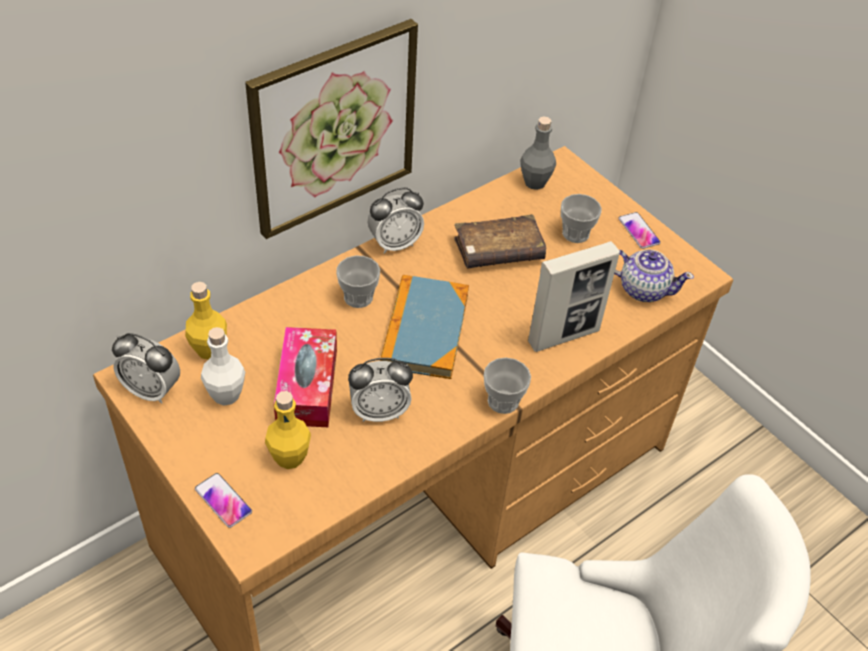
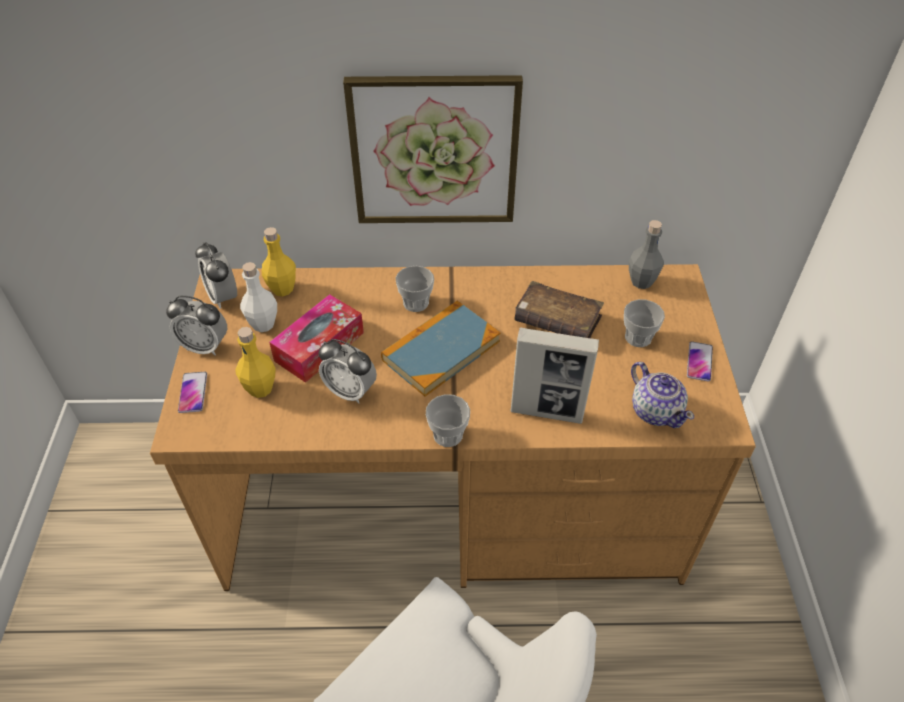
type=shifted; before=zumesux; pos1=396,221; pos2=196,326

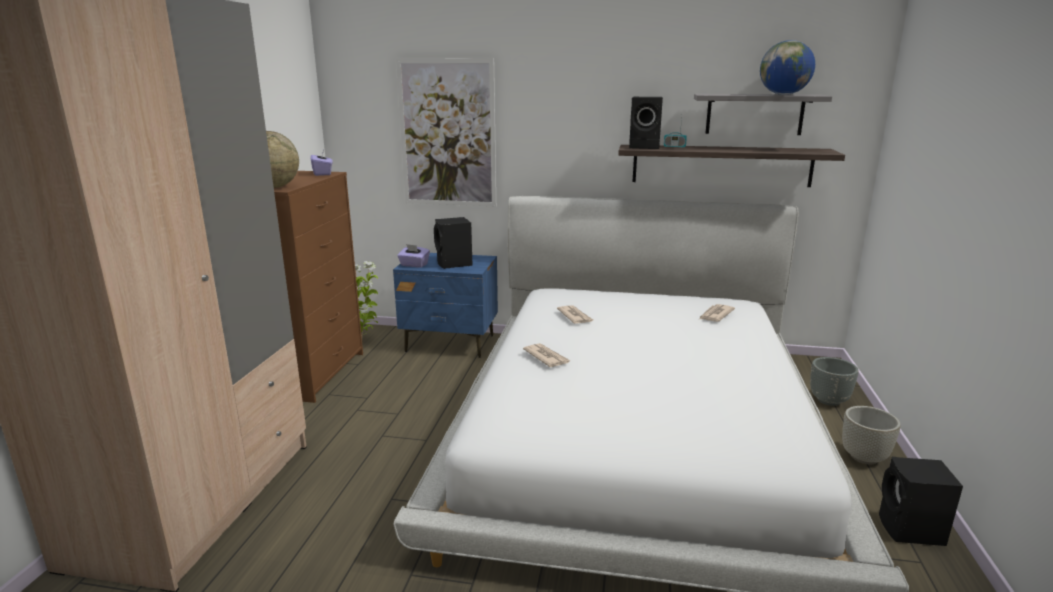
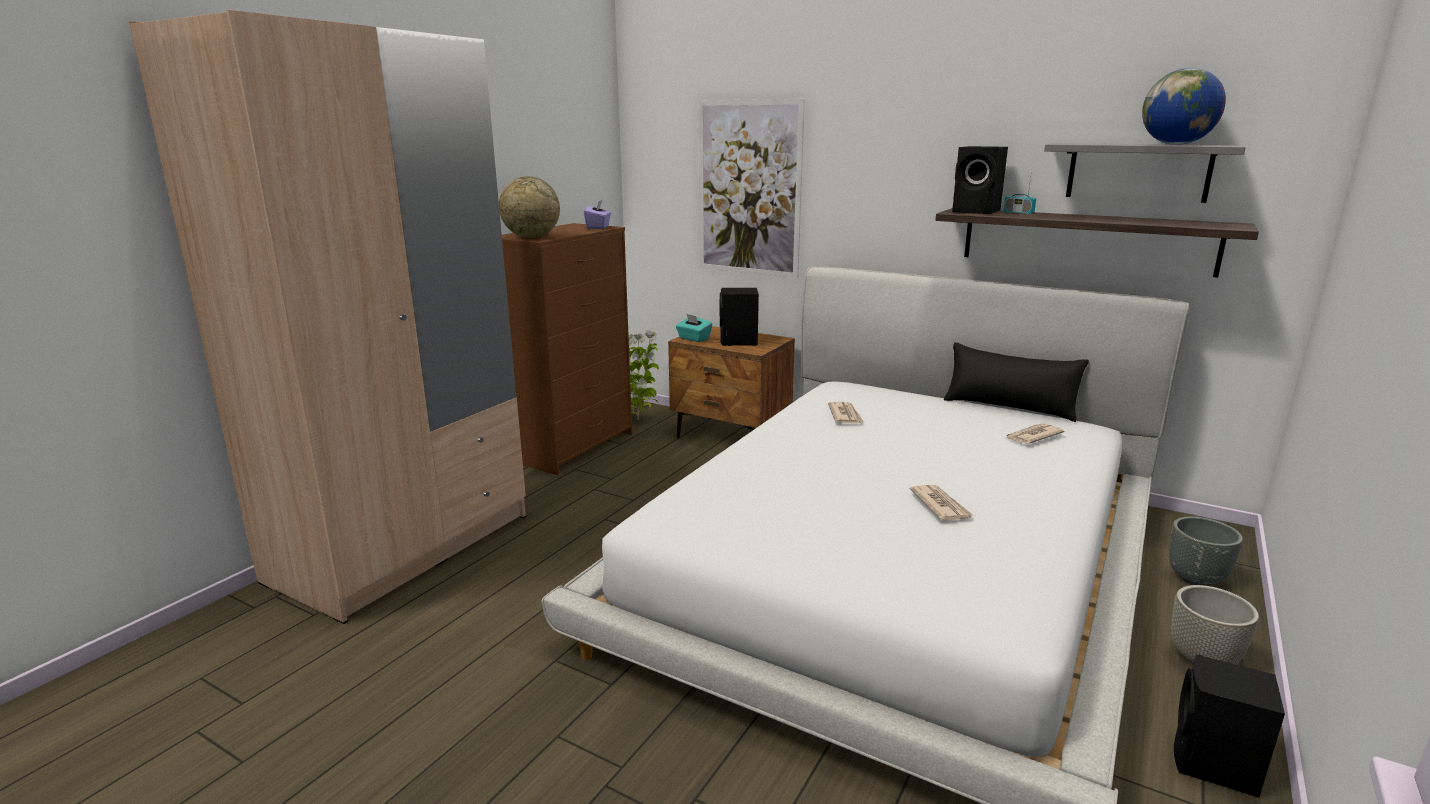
type=repainted; before=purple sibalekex; after=turquoise sibalekex; pos1=413,256; pos2=694,328
type=repainted; before=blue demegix; after=brown demegix; pos1=445,305; pos2=731,382
type=shifted; before=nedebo; pos1=547,355; pos2=942,502
type=new; after=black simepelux; pos2=1016,382

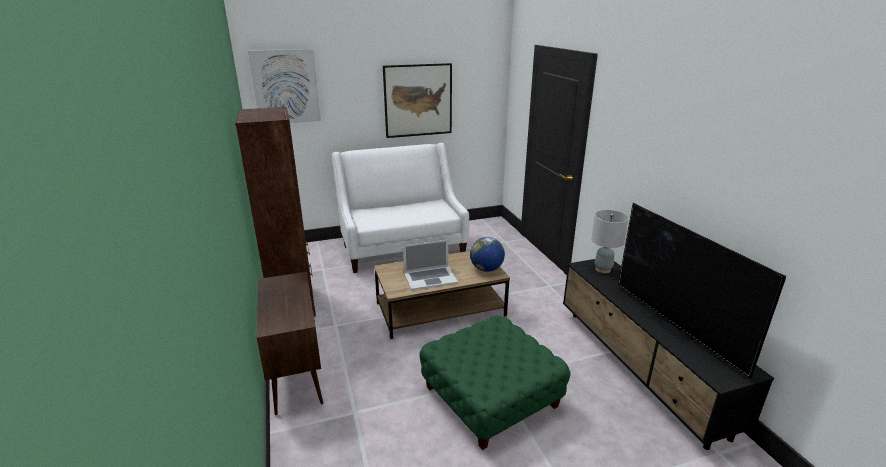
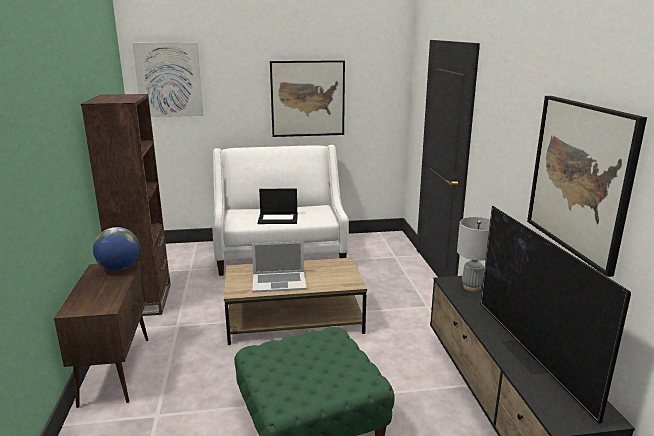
type=shifted; before=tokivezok; pos1=487,254; pos2=116,249
type=new; after=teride; pos2=587,186
type=new; after=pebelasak; pos2=278,206

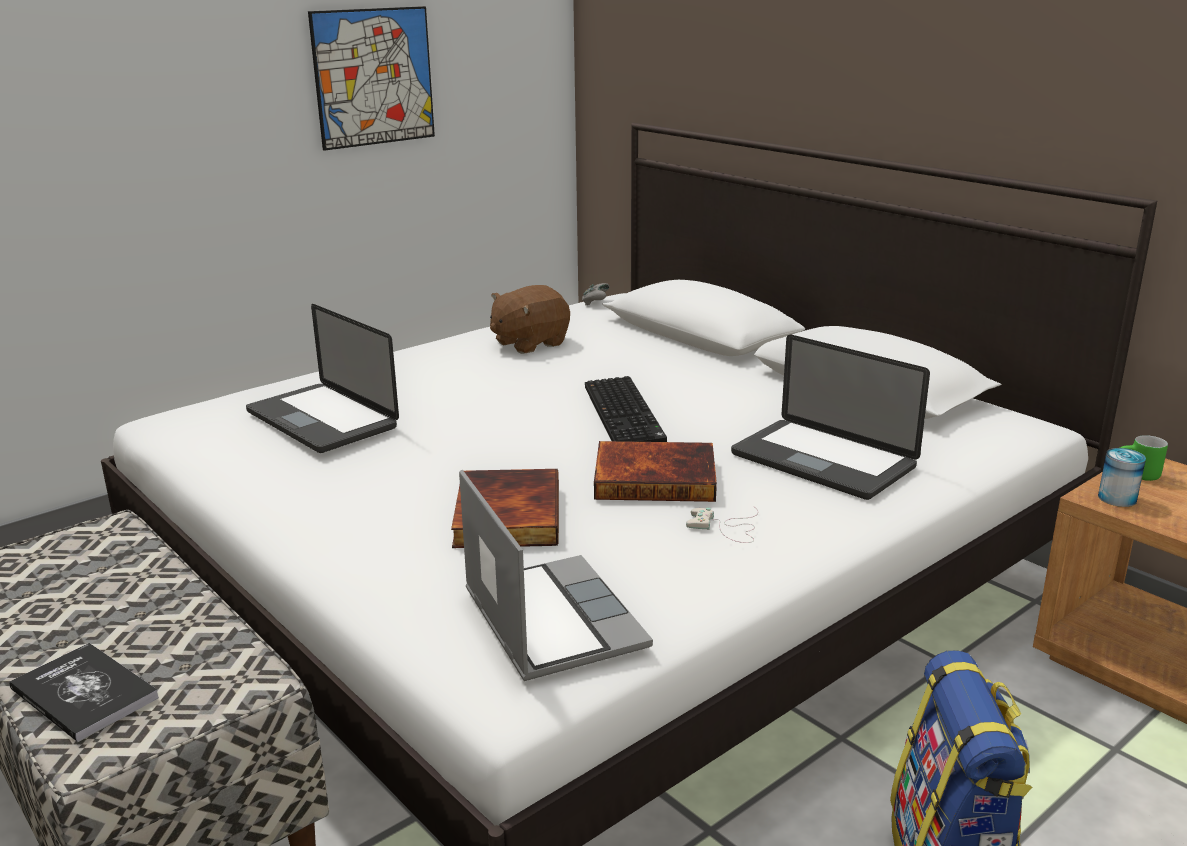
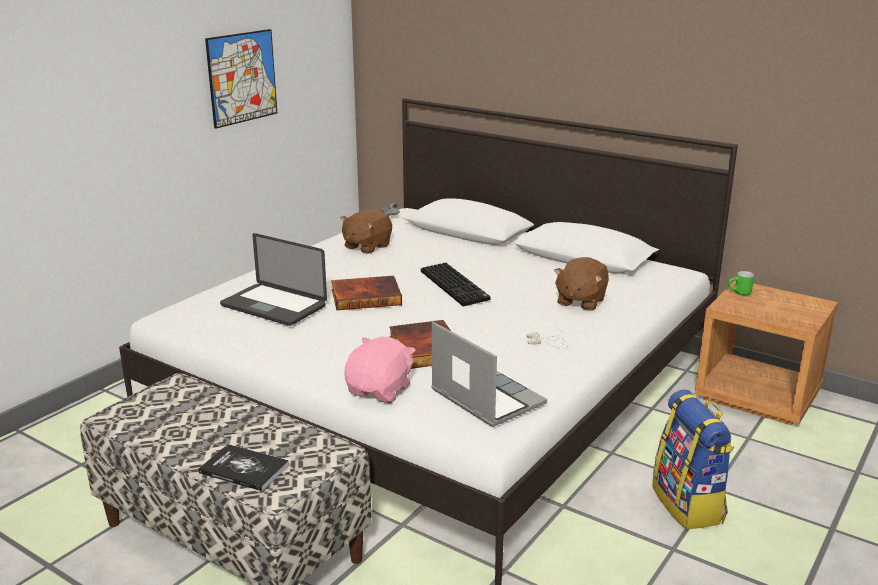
type=swapped; before=pebelasak; after=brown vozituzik; pos1=830,417; pos2=581,284
type=shifted; before=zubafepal; pos1=655,471; pos2=366,293
type=gone; before=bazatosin; pos1=1122,477
type=new; after=pink vozituzik; pos2=379,369

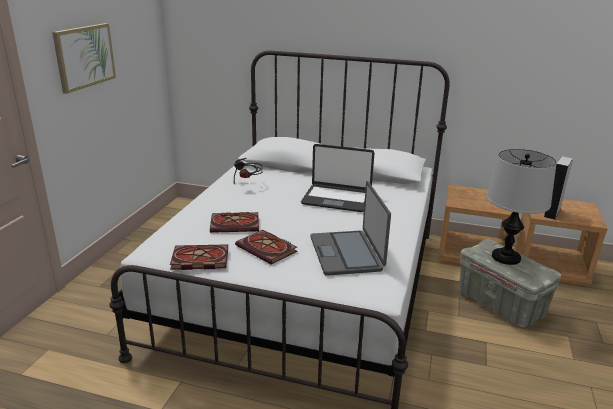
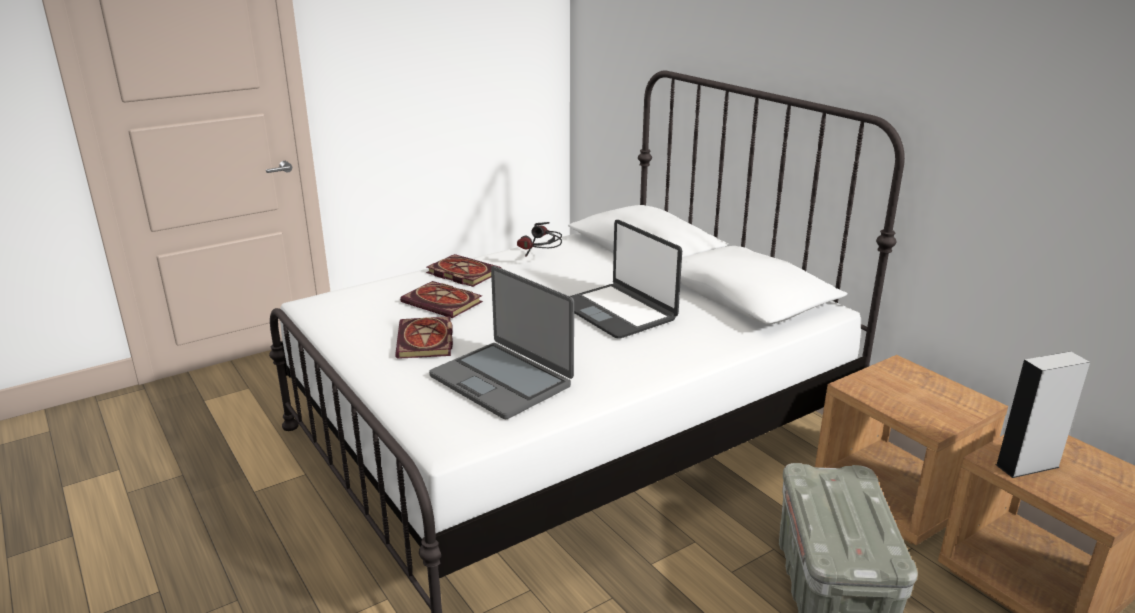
type=gone; before=teride; pos1=84,58
type=gone; before=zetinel; pos1=521,207
type=rotated; before=pebelasak; pos1=350,228; pos2=501,343; turn=-75
type=shifted; before=zubafepal; pos1=199,257; pos2=463,270

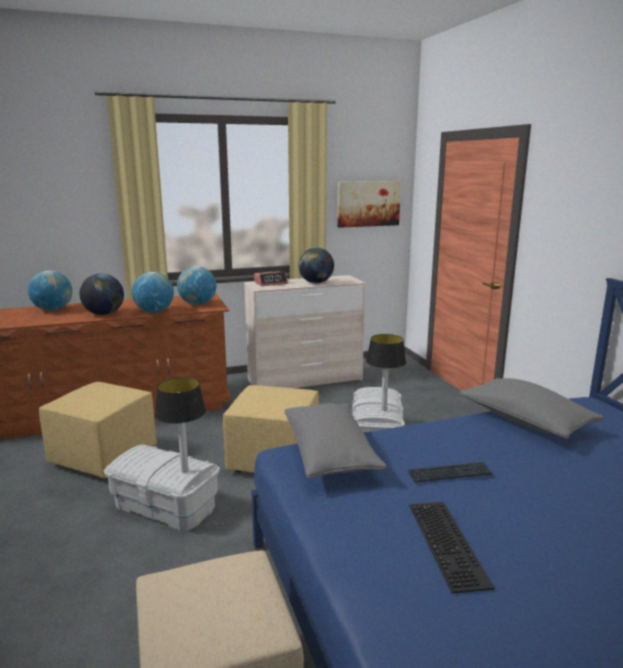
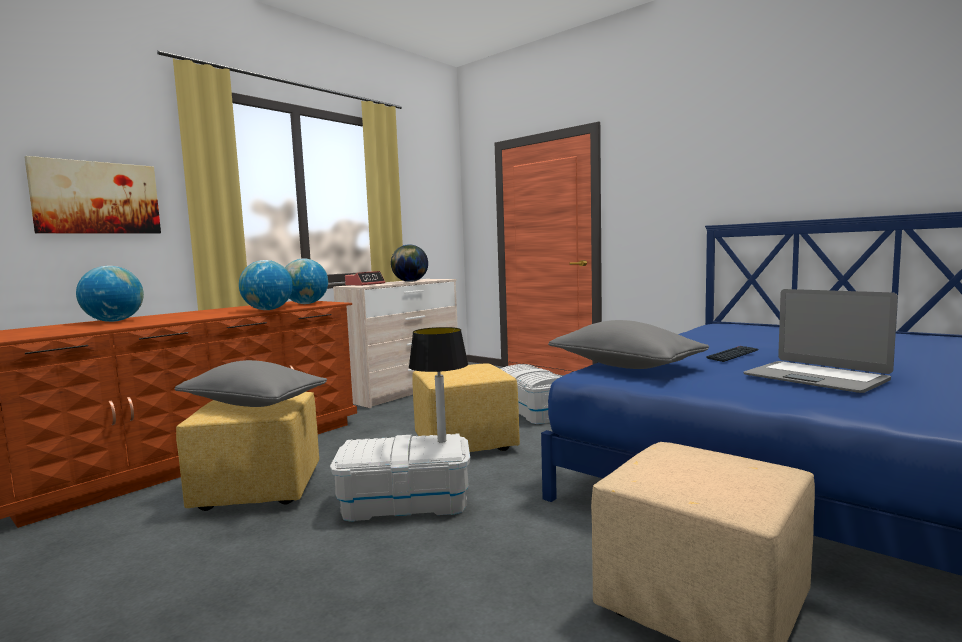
type=shifted; before=teride; pos1=369,204; pos2=92,195
type=gone; before=tokivezok; pos1=102,294
type=gone; before=zetinel; pos1=386,372
type=shifted; before=grey simepelux; pos1=531,408; pos2=250,383
type=swapped; before=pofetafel; after=pebelasak; pos1=452,548; pos2=820,341

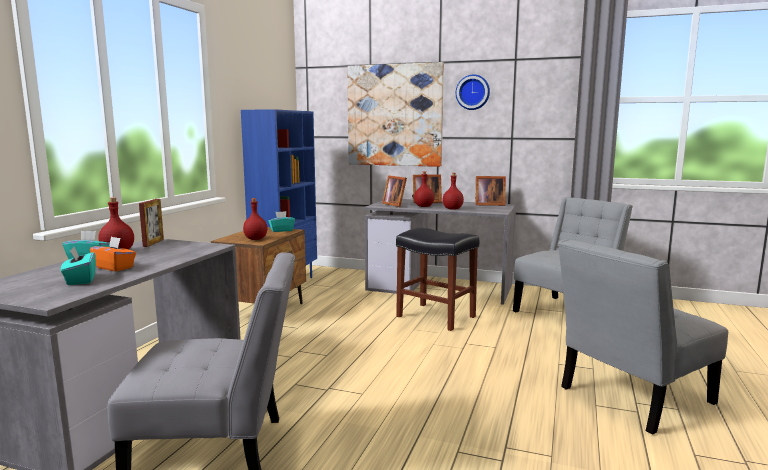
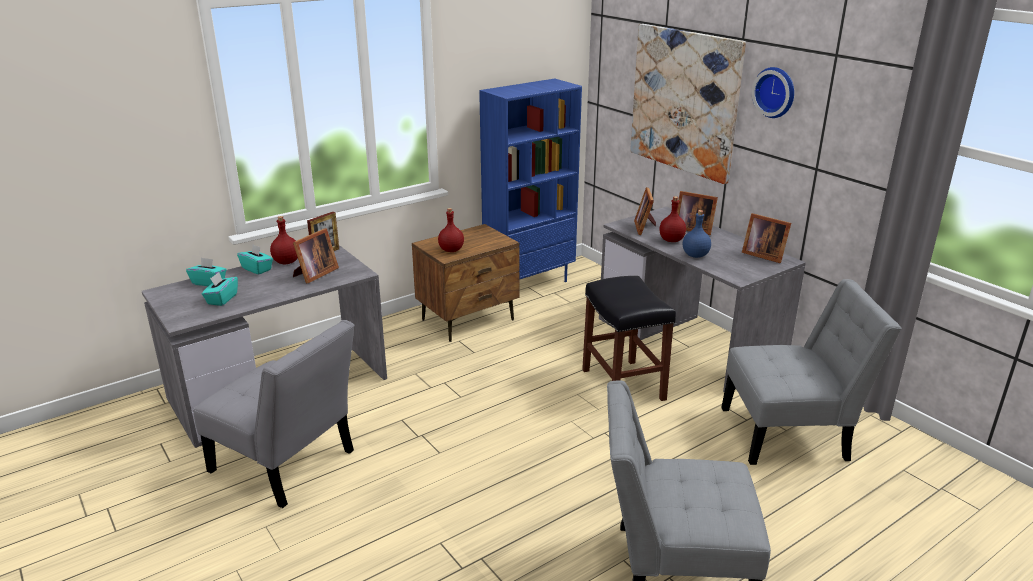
type=repainted; before=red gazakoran; after=blue gazakoran; pos1=453,191; pos2=697,234
type=shifted; before=turquoise sibalekex; pos1=281,221; pos2=206,271
type=gone; before=orange sibalekex; pos1=113,254
type=new; after=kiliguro; pos2=316,255

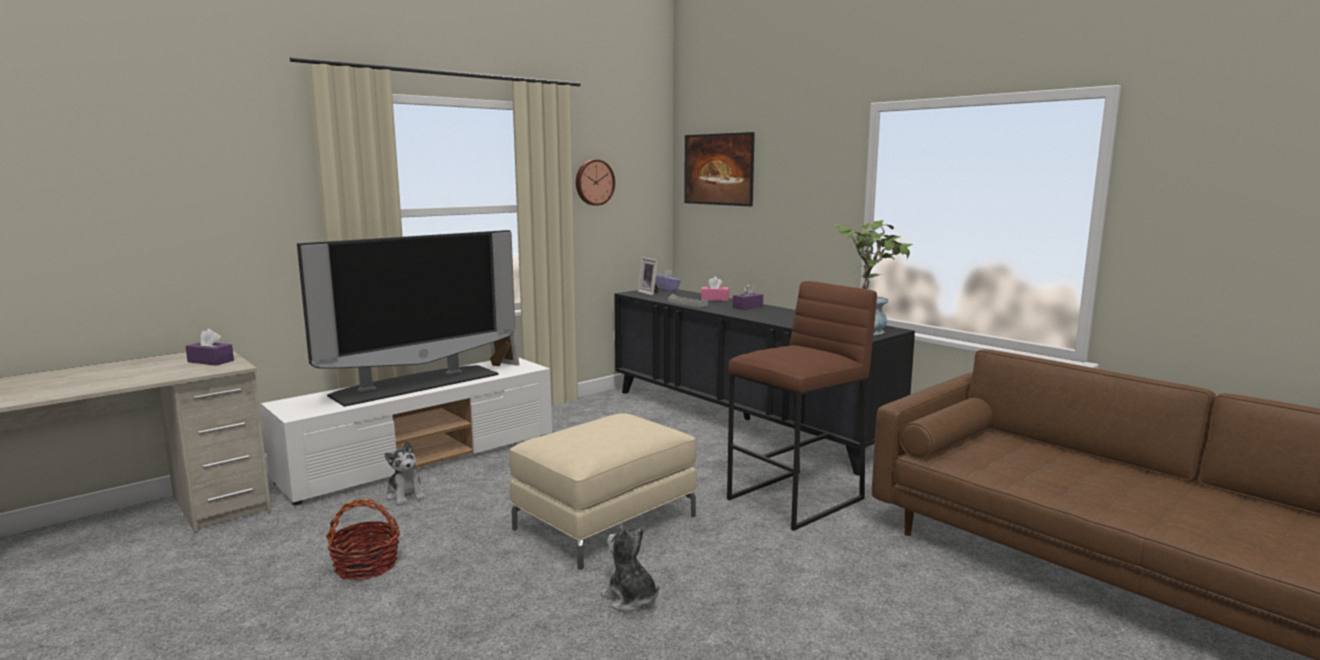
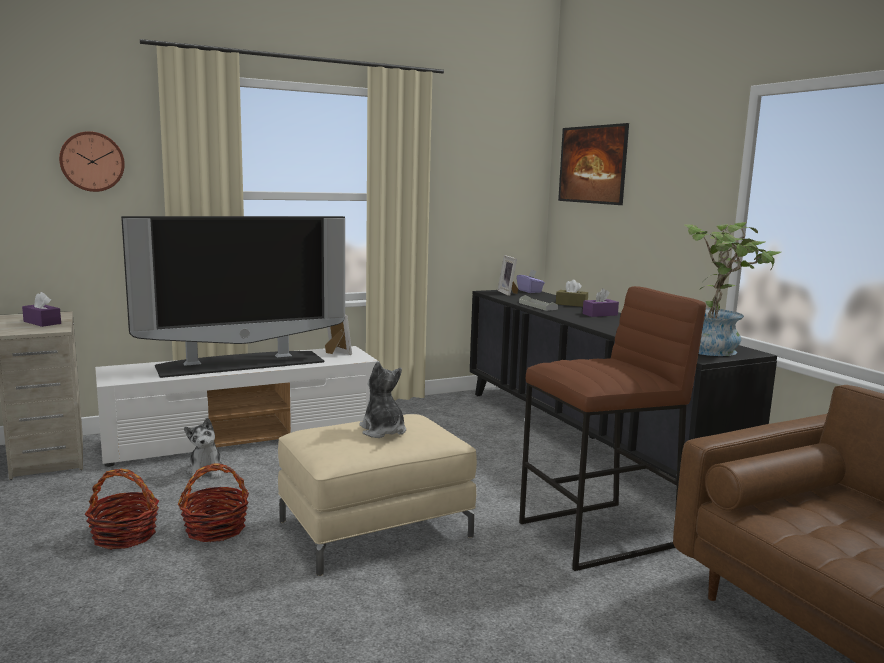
type=shifted; before=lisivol; pos1=595,183; pos2=92,161
type=repainted; before=pink sibalekex; after=brown sibalekex; pos1=715,289; pos2=572,293
type=shifted; before=vozituzik; pos1=630,569; pos2=382,399
type=new; after=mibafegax; pos2=213,503

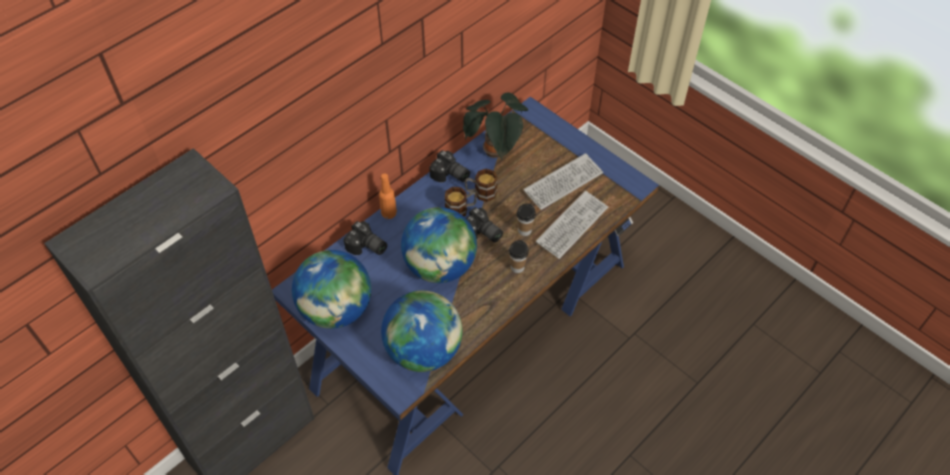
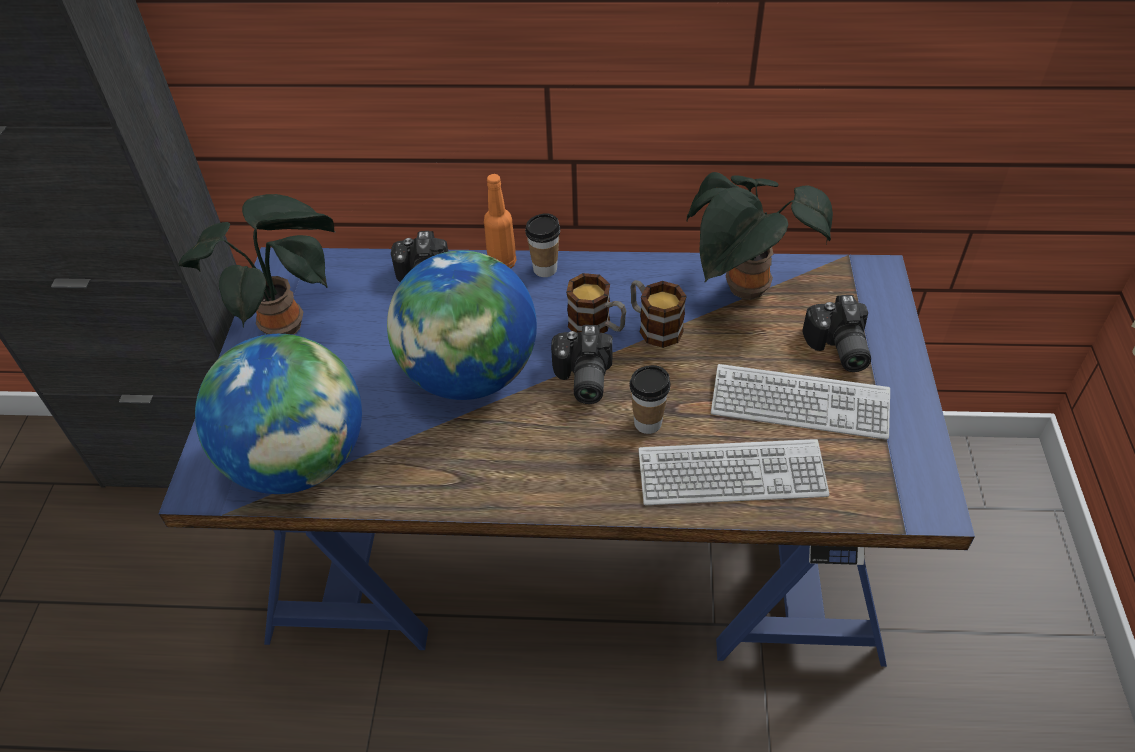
type=shifted; before=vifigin; pos1=449,166; pos2=836,333
type=shifted; before=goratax; pos1=519,256; pos2=542,245
type=swapped; before=tokivezok; after=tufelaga; pos1=331,289; pos2=257,264

